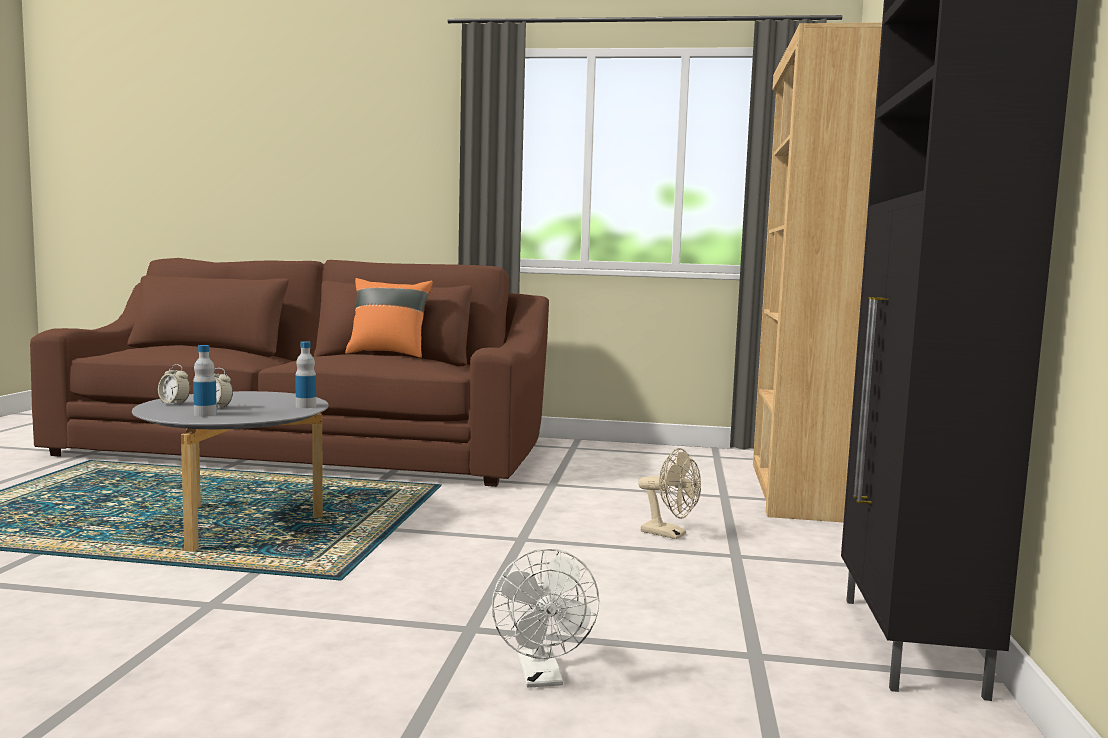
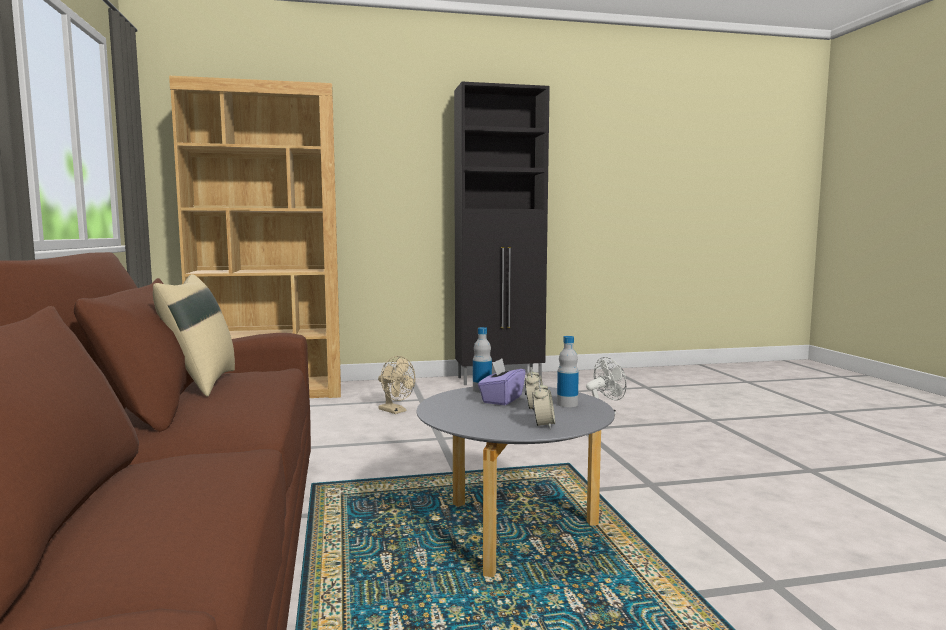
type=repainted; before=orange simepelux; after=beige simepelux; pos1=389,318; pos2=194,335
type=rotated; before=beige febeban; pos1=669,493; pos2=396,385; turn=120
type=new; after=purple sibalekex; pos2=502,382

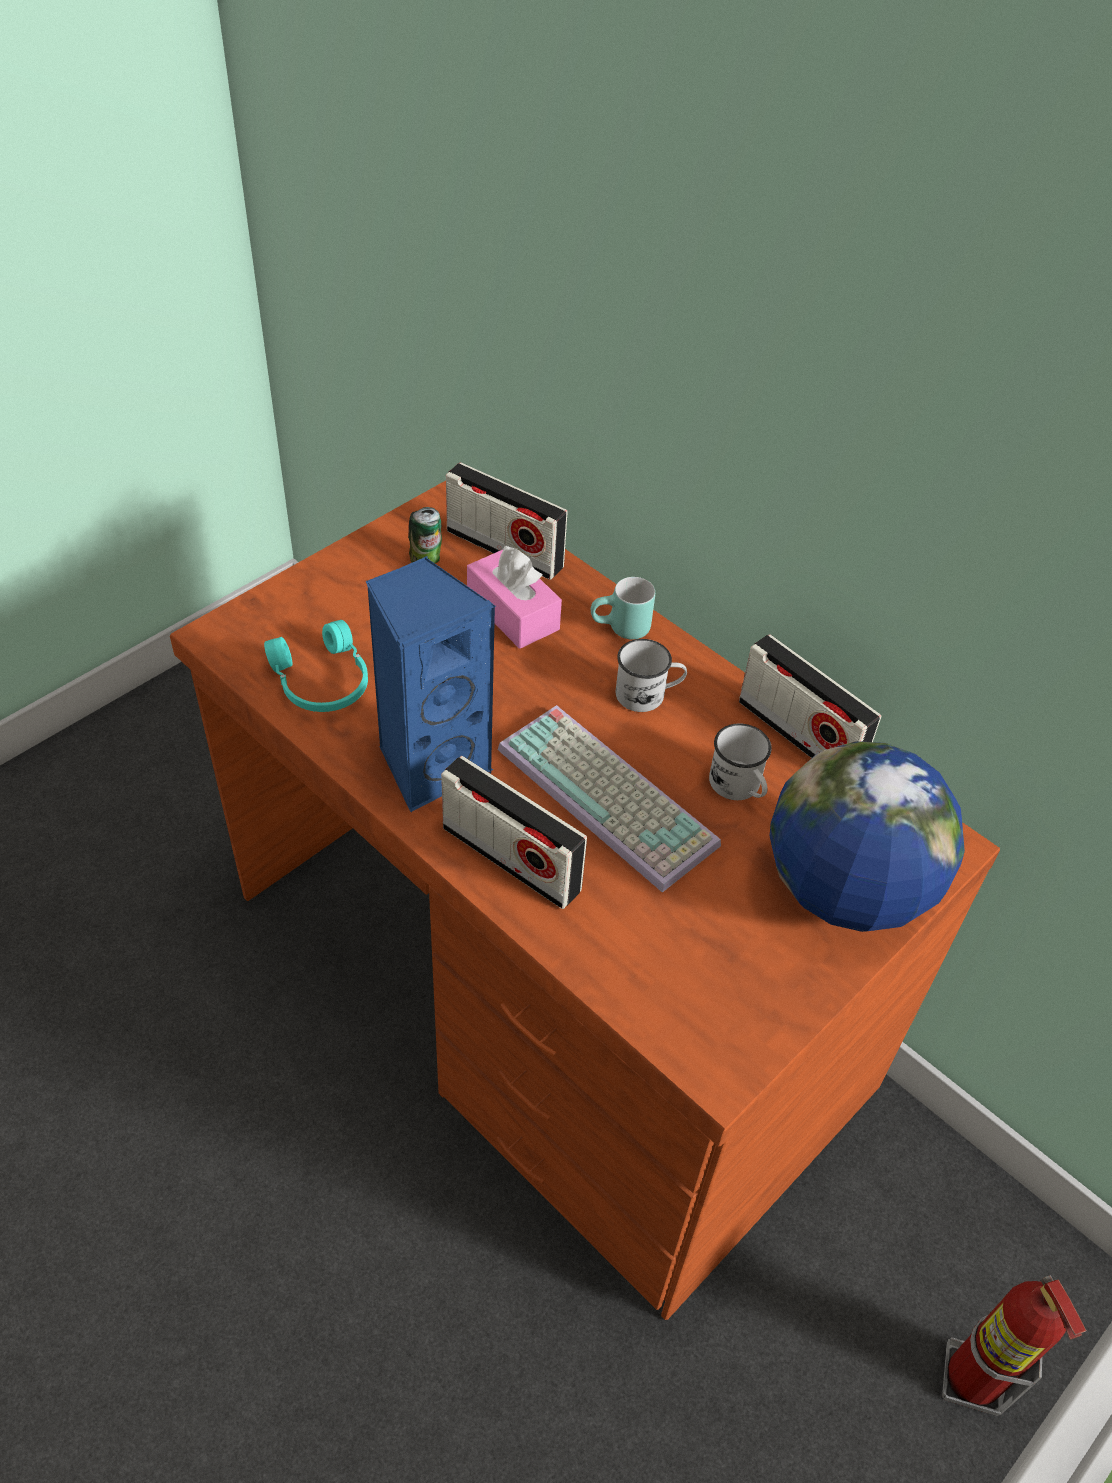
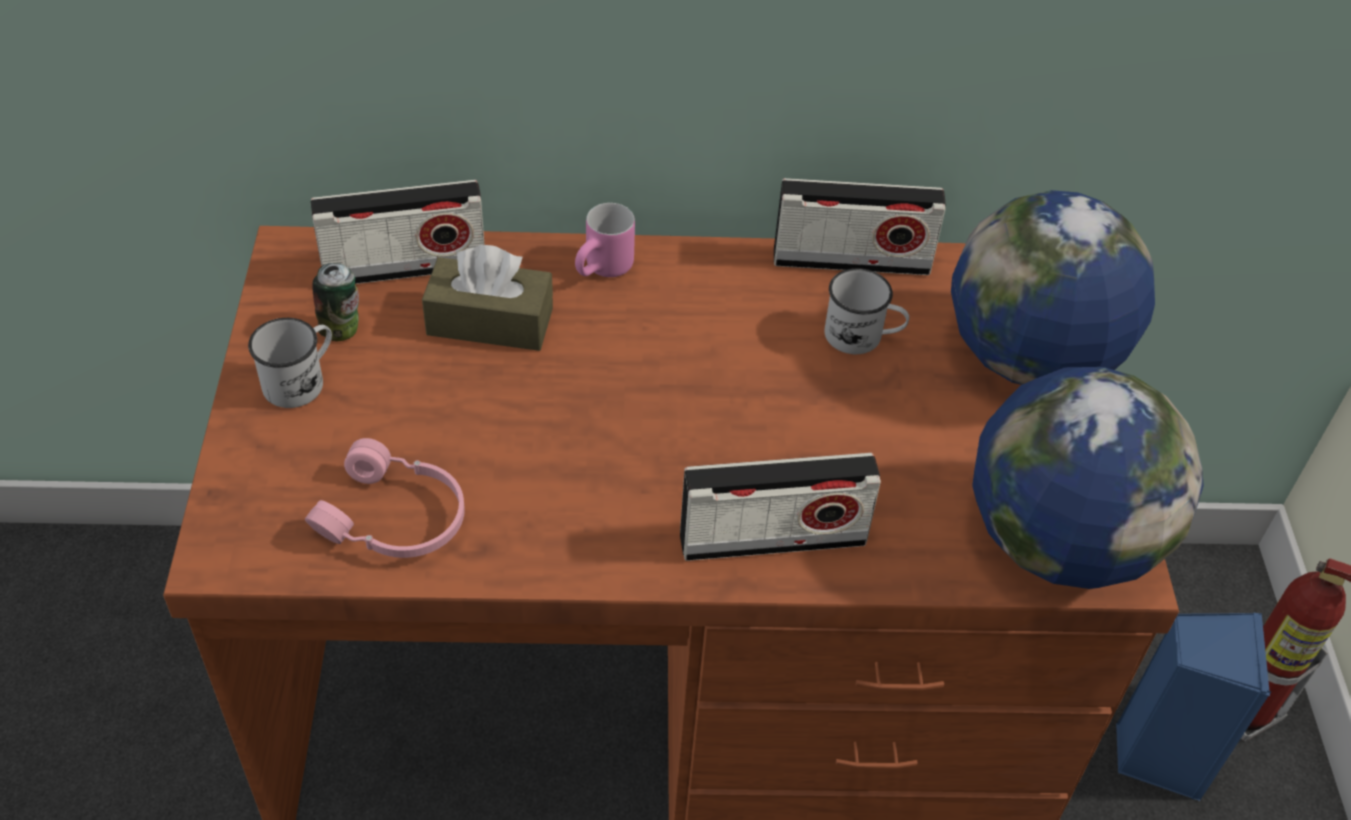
type=repainted; before=pink sibalekex; after=brown sibalekex; pos1=514,597; pos2=487,298
type=shifted; before=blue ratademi; pos1=430,684; pos2=1193,707
type=repainted; before=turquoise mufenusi; after=pink mufenusi; pos1=623,608; pos2=605,240
type=repainted; before=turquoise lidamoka; after=pink lidamoka; pos1=316,666; pos2=385,498
type=shifted; before=white mufenusi; pos1=651,675; pos2=290,363
type=gone; before=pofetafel; pos1=609,799
type=new; after=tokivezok; pos2=1088,478

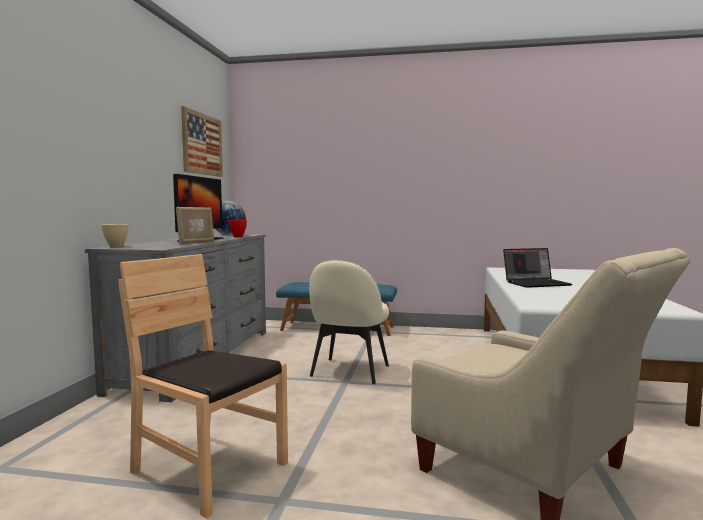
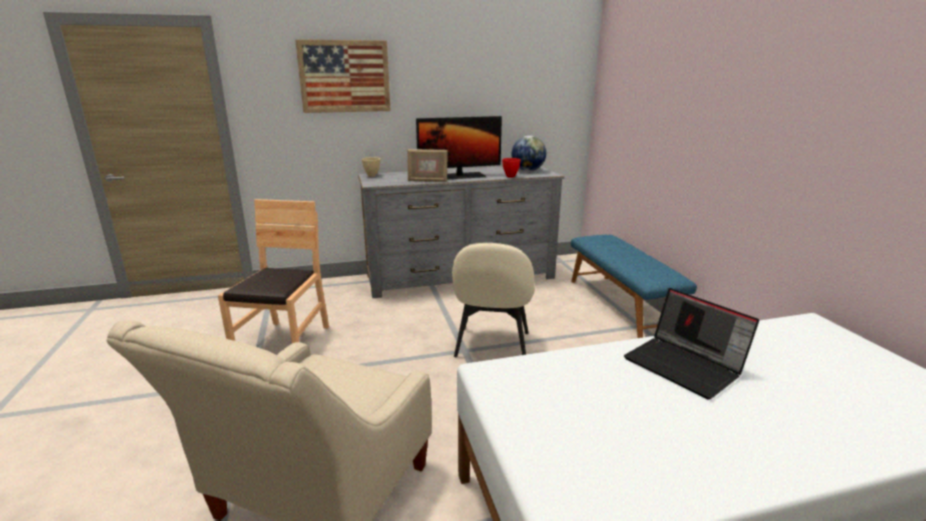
type=shifted; before=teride; pos1=202,141; pos2=343,76
type=rotated; before=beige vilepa; pos1=349,322; pos2=493,300; turn=-75

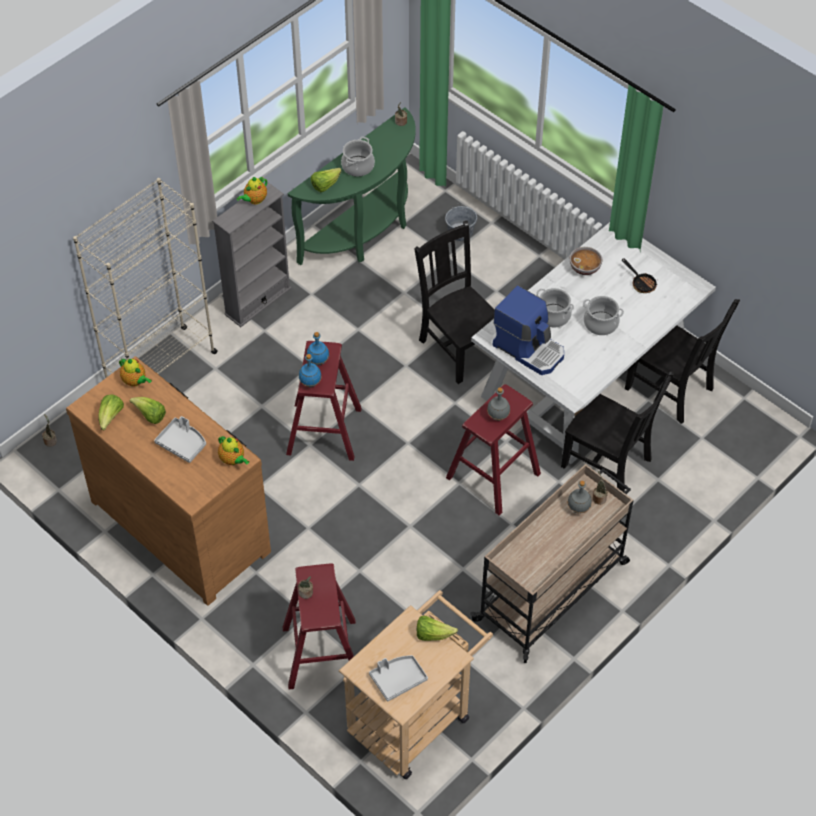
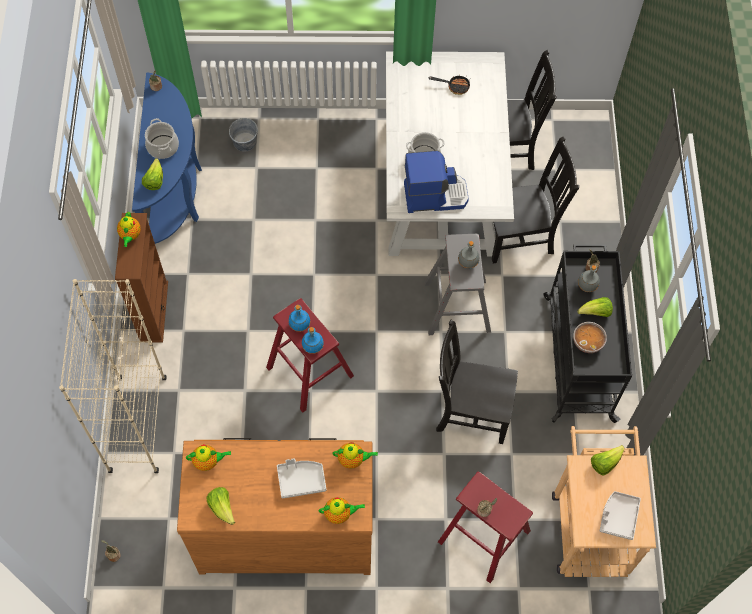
type=repainted; before=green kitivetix; after=blue kitivetix; pos1=352,186; pos2=167,158
type=repainted; before=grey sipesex; after=brown sipesex; pos1=252,254; pos2=141,278
type=shifted; before=black vilepa; pos1=454,302; pos2=477,382
type=shifted; before=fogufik; pos1=586,261; pos2=590,337
type=gone; before=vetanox; pos1=603,315
type=repainted; before=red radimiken; after=grey radimiken; pos1=493,450; pos2=457,284
type=shifted; before=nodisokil; pos1=148,410; pos2=595,307
type=repainted; before=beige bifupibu; after=black bifupibu; pos1=552,563; pos2=588,333
type=new; after=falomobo; pos2=342,510

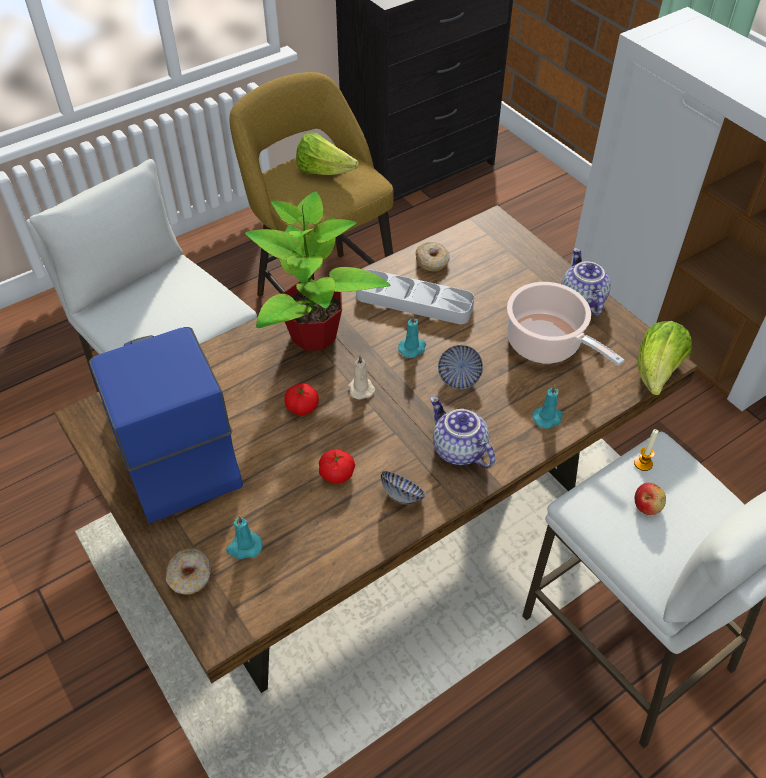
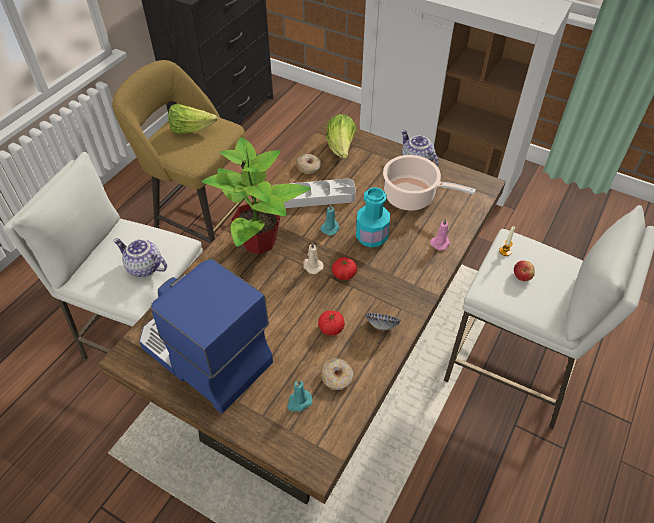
type=shifted; before=nodisokil; pos1=665,358; pos2=341,136
type=swapped; before=fogufik; after=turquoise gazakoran; pos1=460,367; pos2=373,217
type=shifted; before=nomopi; pos1=301,399; pos2=344,268
type=repainted; before=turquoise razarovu; after=pink razarovu; pos1=547,407; pos2=440,234
type=shifted; before=falomobo; pos1=462,432; pos2=140,257
type=shifted; before=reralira; pos1=188,572; pos2=337,374

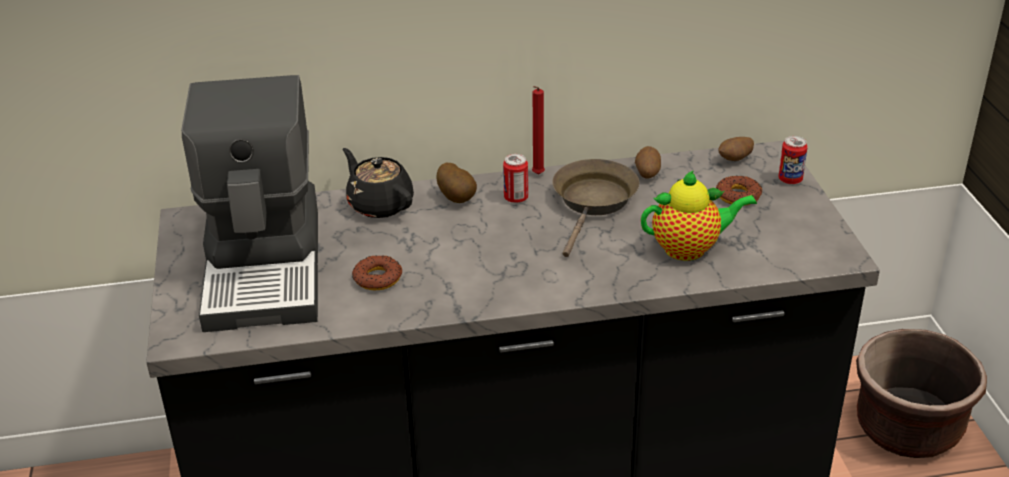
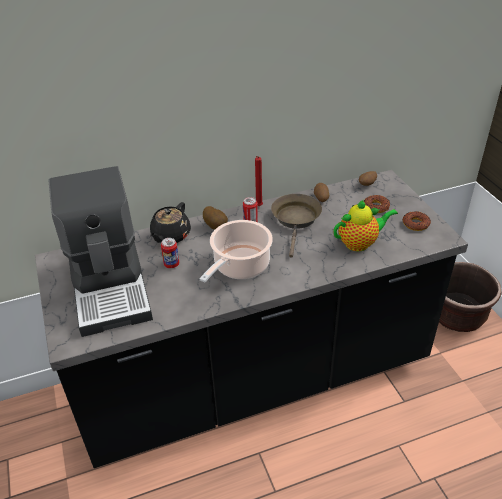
type=shifted; before=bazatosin; pos1=793,160; pos2=170,253
type=rotated; before=black falomobo; pos1=378,183; pos2=170,222; turn=-105
type=shifted; before=reralira; pos1=377,272; pos2=416,221
type=new; after=vetanox; pos2=236,251

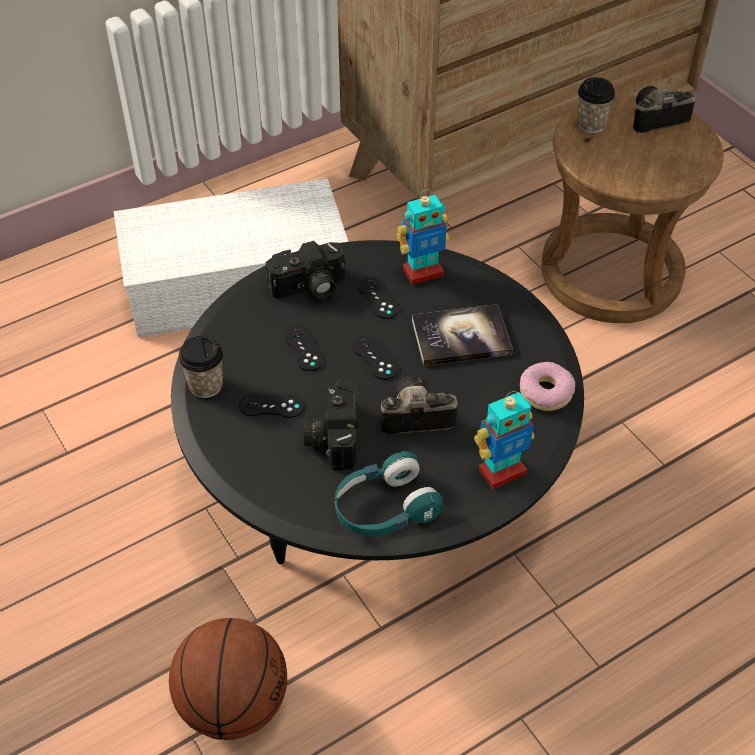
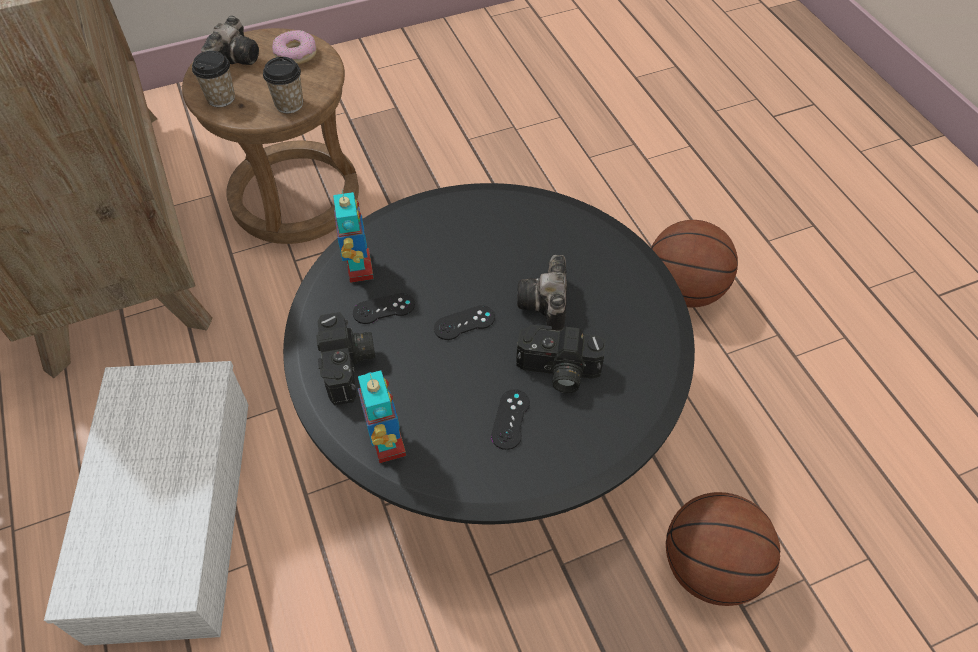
type=rotated; before=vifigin; pos1=664,109; pos2=230,40; turn=-150
type=gone; before=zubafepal; pos1=462,335
type=gone; before=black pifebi; pos1=304,348
type=shifted; before=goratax; pos1=200,366; pos2=283,85
type=shifted; before=reralira; pos1=547,386; pos2=294,47
type=shifted; before=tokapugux; pos1=504,440; pos2=382,416
type=gone; before=turquoise lidamoka; pos1=389,494
type=new; after=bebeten; pos2=694,263

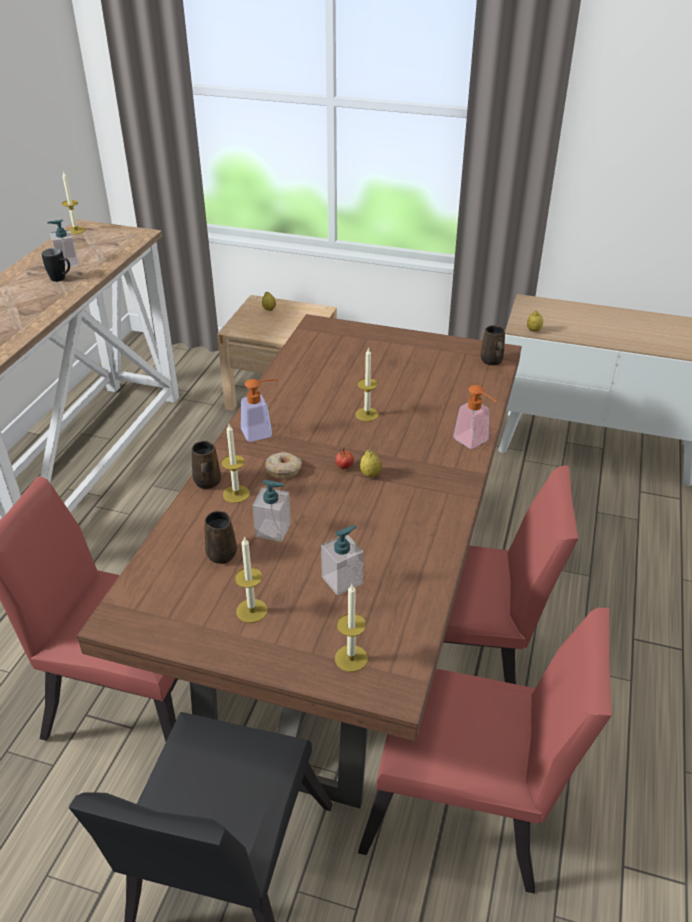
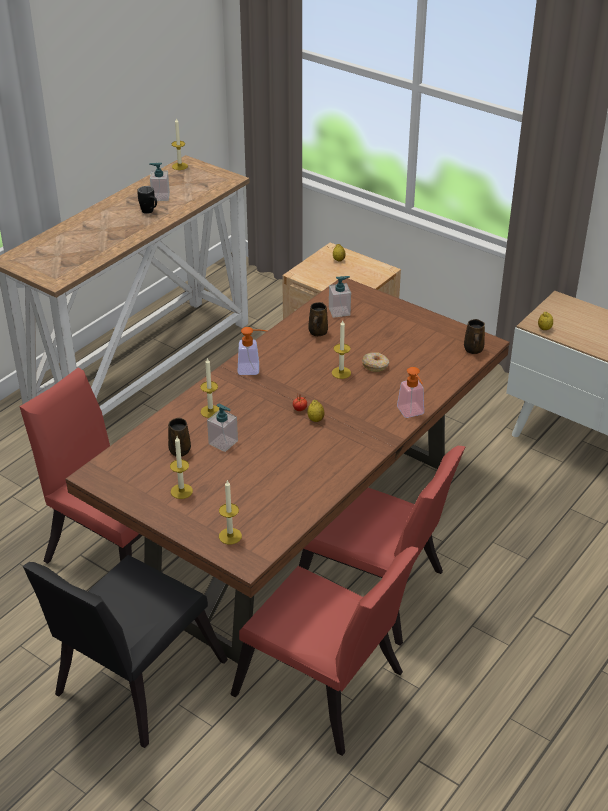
type=shifted; before=brown mufenusi; pos1=206,465; pos2=318,319
type=shifted; before=reralira; pos1=283,465; pos2=375,362
type=shifted; before=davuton; pos1=342,560; pos2=340,297

